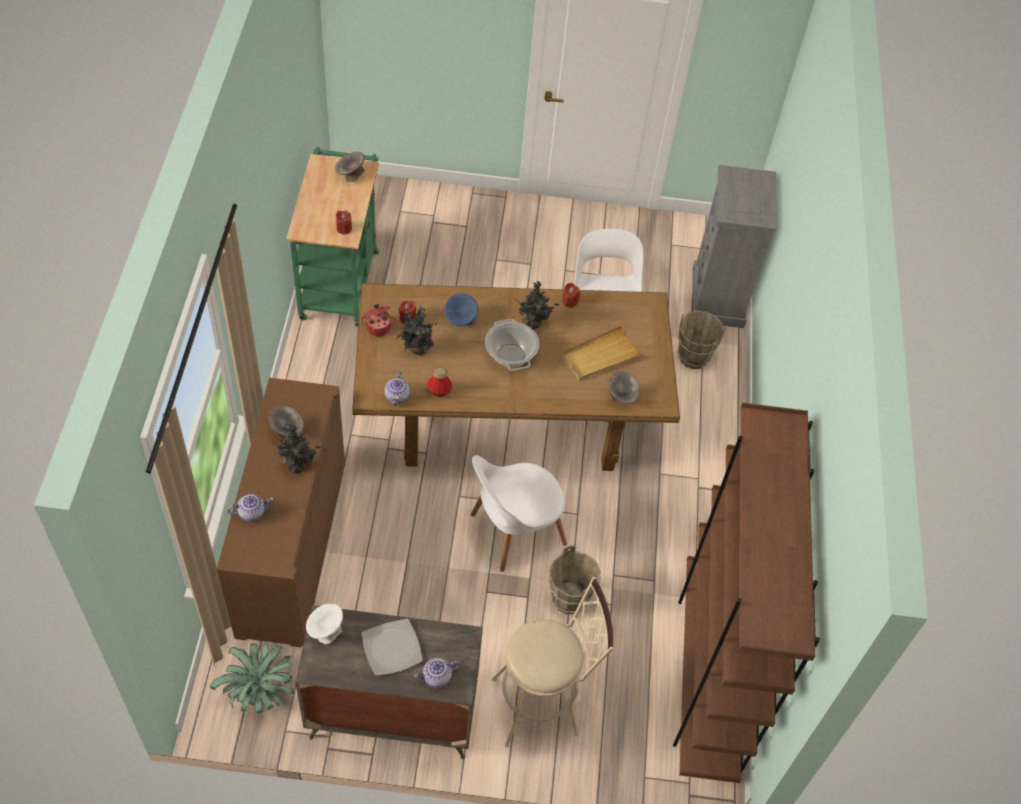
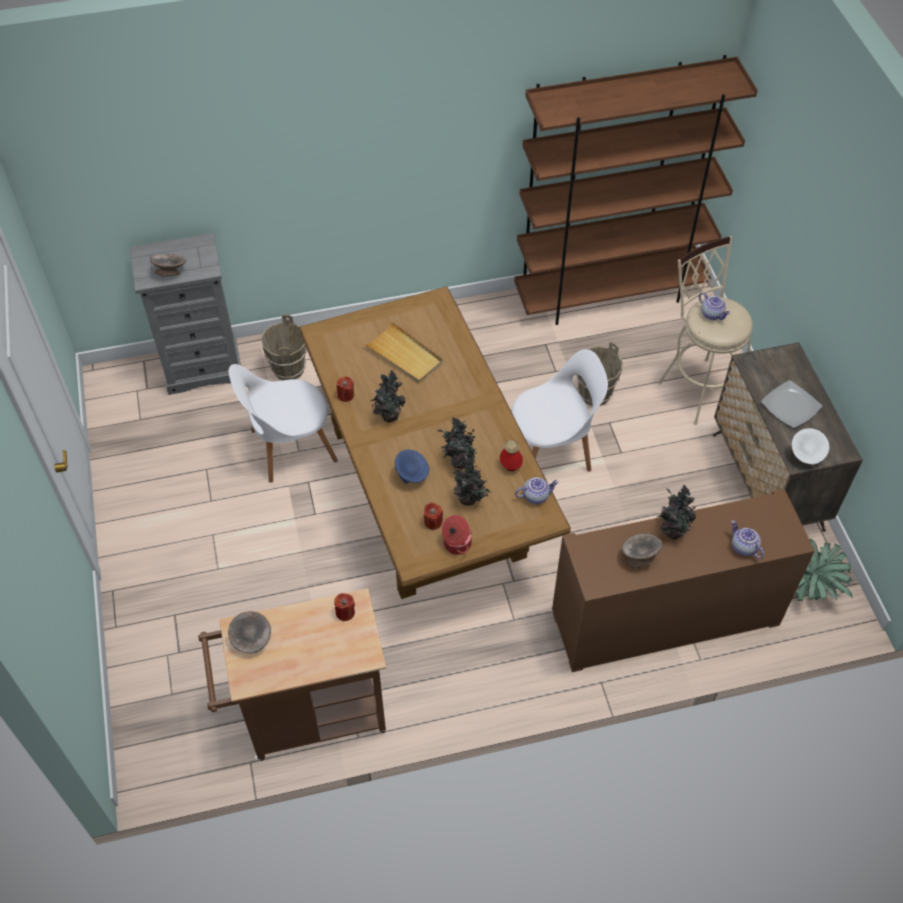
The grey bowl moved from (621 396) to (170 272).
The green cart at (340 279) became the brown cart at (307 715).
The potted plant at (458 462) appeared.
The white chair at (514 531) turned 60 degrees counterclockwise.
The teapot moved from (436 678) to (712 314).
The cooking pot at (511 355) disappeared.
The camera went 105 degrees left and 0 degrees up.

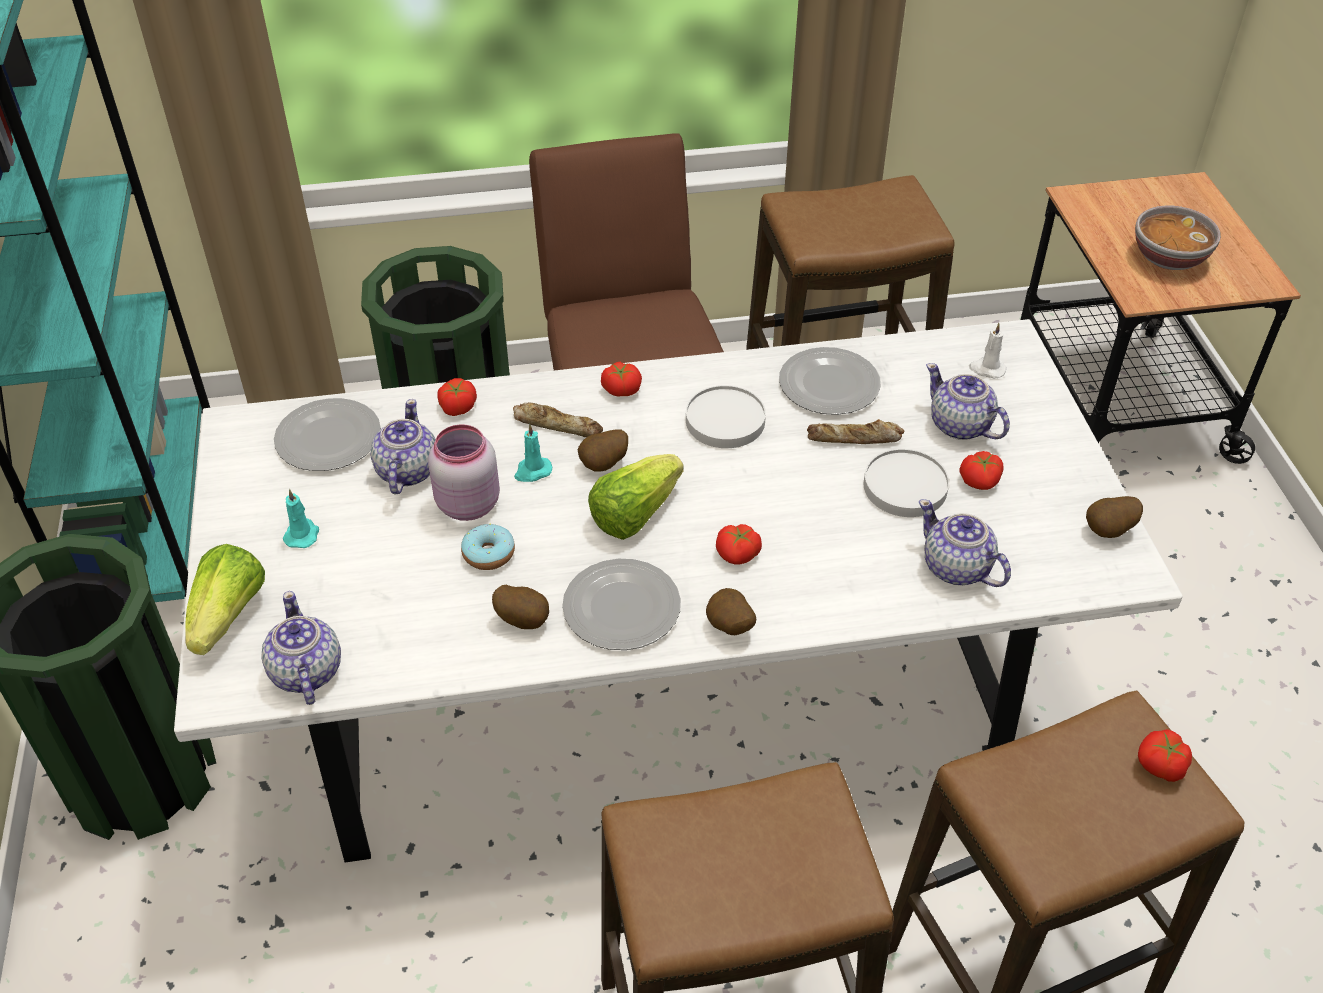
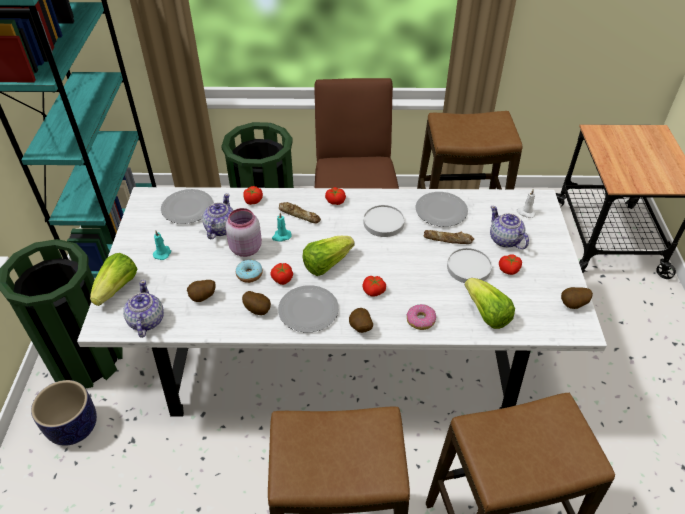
The planter at (74 427) appeared.
The potato moved from (604 465) to (203 298).
The tomato moved from (1160 765) to (282 279).
The donut at (420 320) appeared.
The teapot at (956 568) was replaced by the lettuce at (486 313).
The bowl at (1168 257) disappeared.
The camera went 10 degrees right and 0 degrees up.

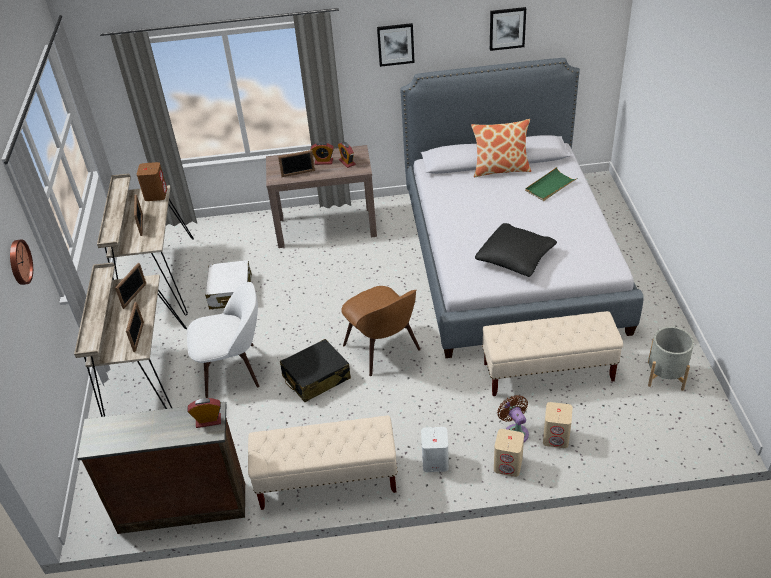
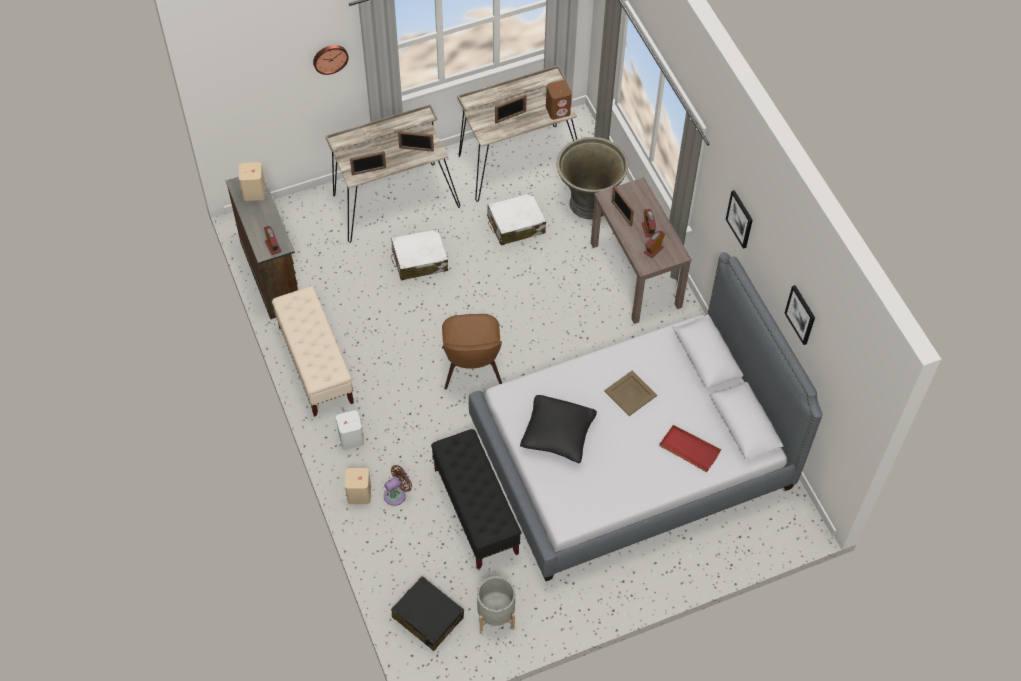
The beige speaker moved from (556 437) to (254 192).
The white chair at (233 369) was replaced by the white suitcase at (419 260).
The black suitcase moved from (316 378) to (428 617).
The beige bench at (548 372) became the black bench at (476 511).
The brown chair at (383 349) turned 45 degrees counterclockwise.
The grey planter at (589 203) appeared.
The beige tray at (630 393) appeared.
The green tray at (550 186) became the red tray at (689 449).
The pillow at (500 169) disappeared.
The camera went 70 degrees right and 15 degrees up.

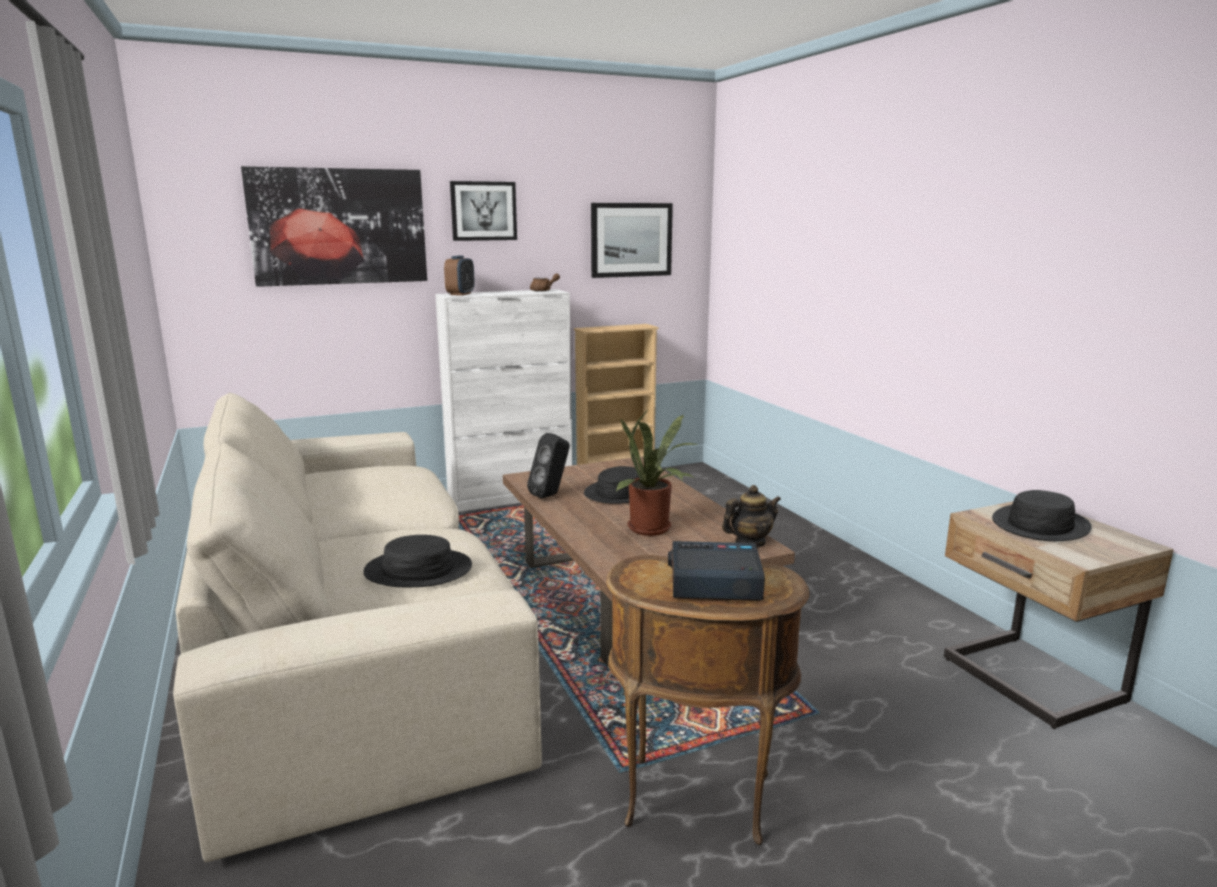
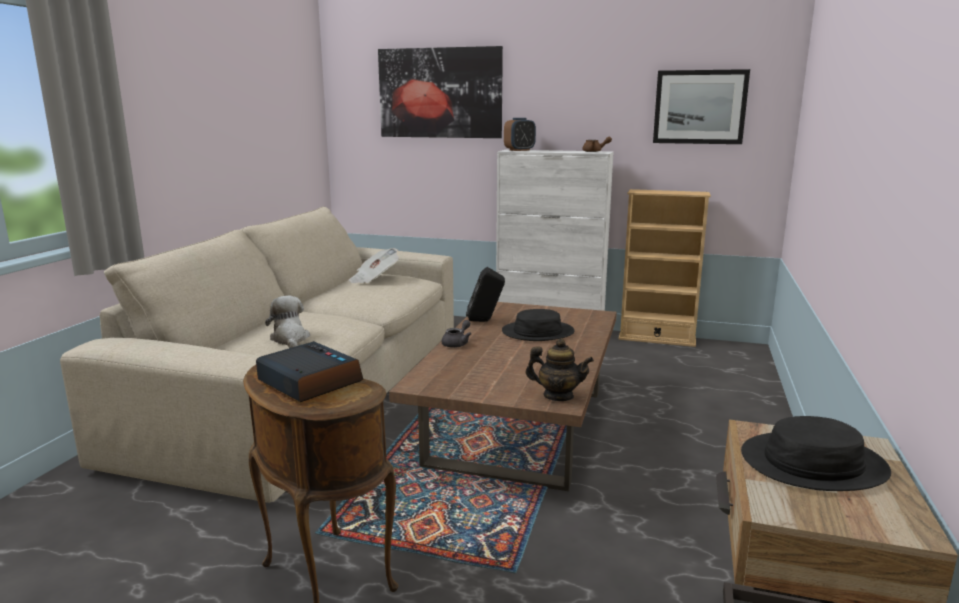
The black hat at (418 570) was replaced by the plush toy at (290 339).
The newspaper at (374 279) appeared.
The grey teapot at (457 343) appeared.
The picture at (483 211) disappeared.
The potted plant at (653 529) disappeared.
The camera went 40 degrees right and 0 degrees up.

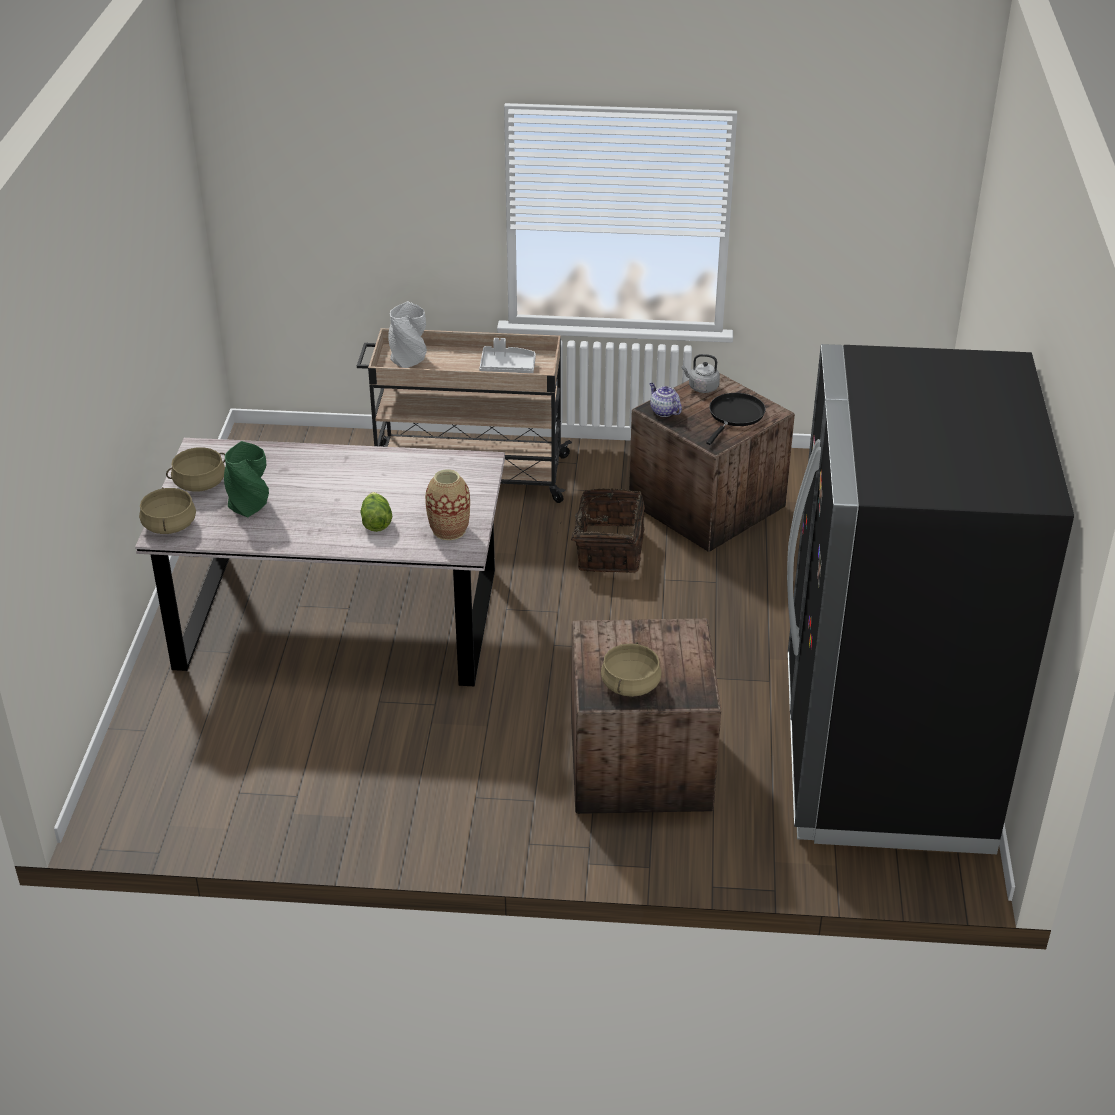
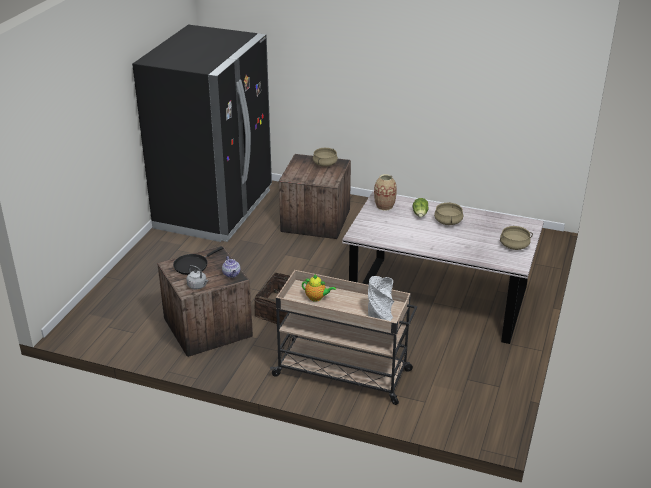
The grey tray at (507 368) was replaced by the teapot at (317 298).
The beige cooking pot moved from (169 525) to (448 221).
The green vase at (250 505) disappeared.
The camera went 165 degrees left and 5 degrees down.

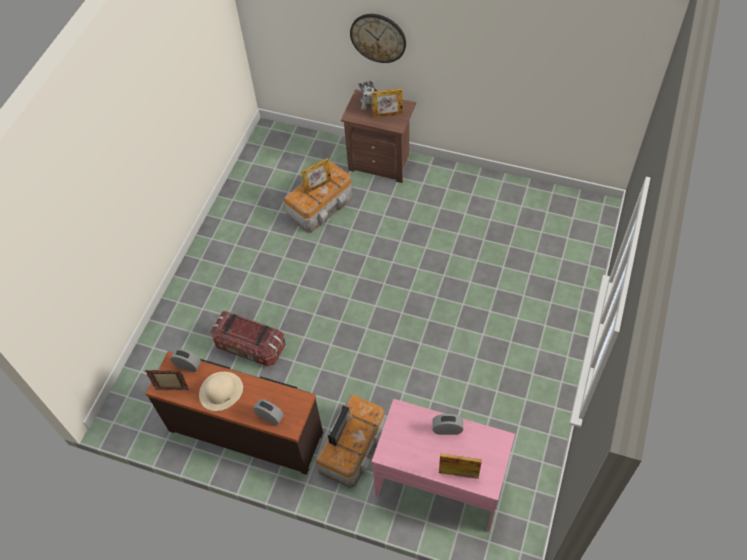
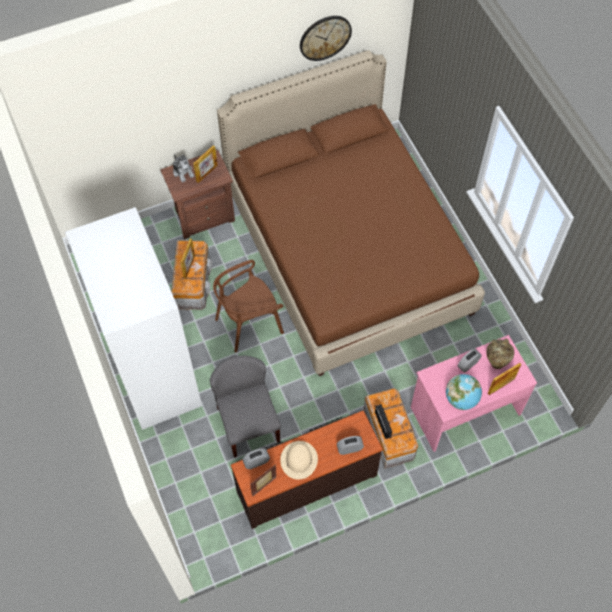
The white wardrobe at (153 372) appeared.
The storage box at (250 347) was replaced by the grey chair at (248 424).
The brown chair at (249 323) appeared.
The brown bed at (347 251) appeared.
The wall clock moved from (378 37) to (325 37).
The globe at (461 399) appeared.
The beige vase at (496 361) appeared.
The camera went 45 degrees left and 5 degrees up.

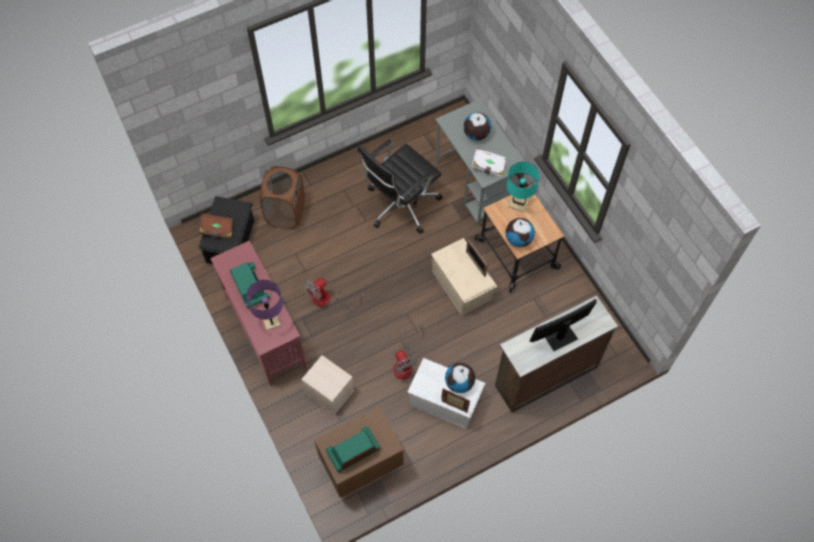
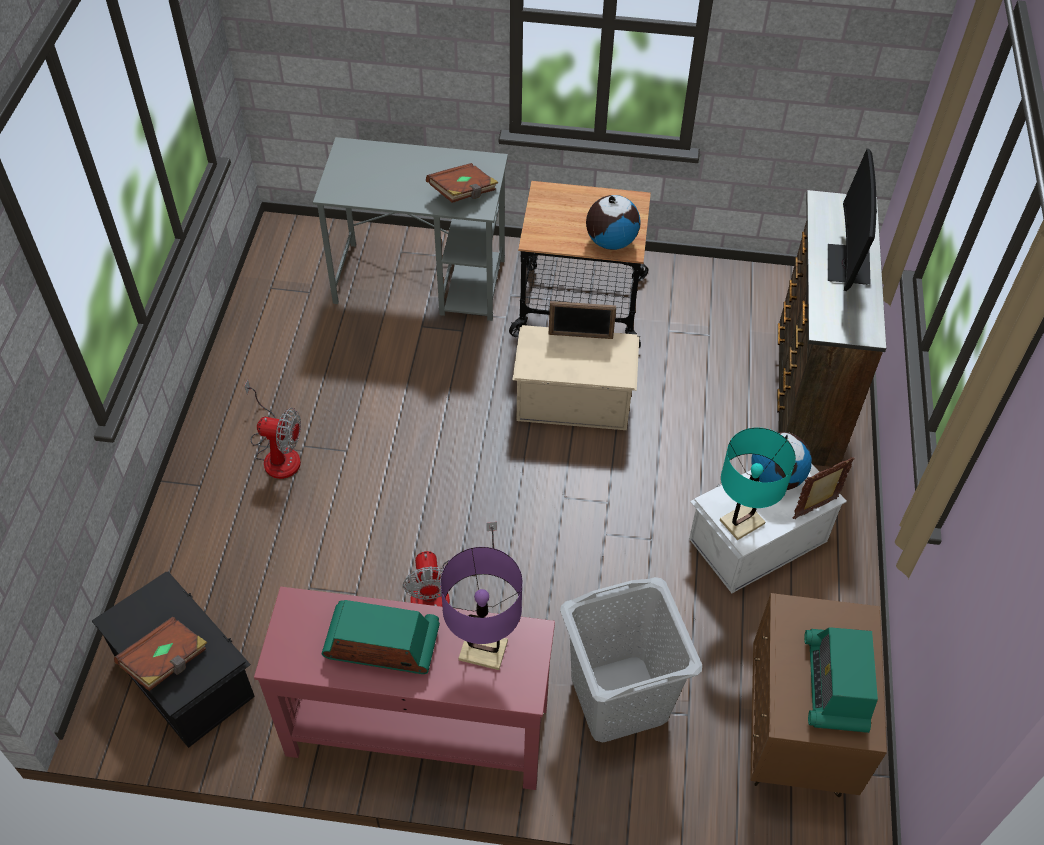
The fan moved from (406 364) to (277 453).
The white book at (488 166) became the brown book at (463 193).
The beige storage box at (328 391) was replaced by the grey laundry basket at (619 699).
The turquoise table lamp moved from (518 204) to (742 522).
The brown laundry basket at (286 213) disappeared.
The black office chair at (400 205) disappeared.
The globe at (476 134) disappeared.
The camera went 55 degrees left and 10 degrees down.

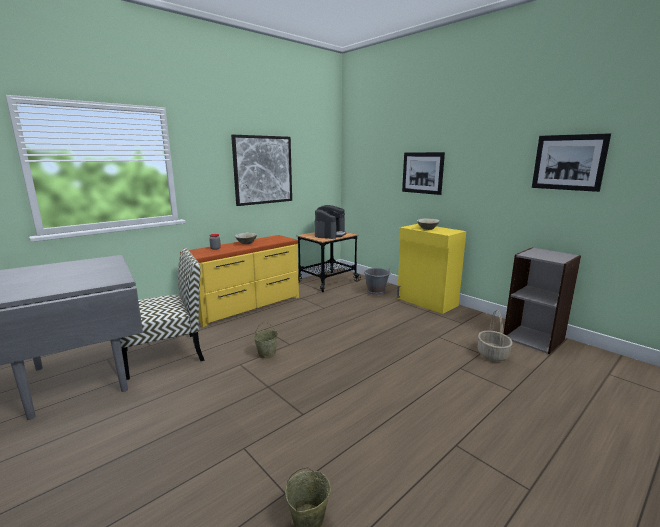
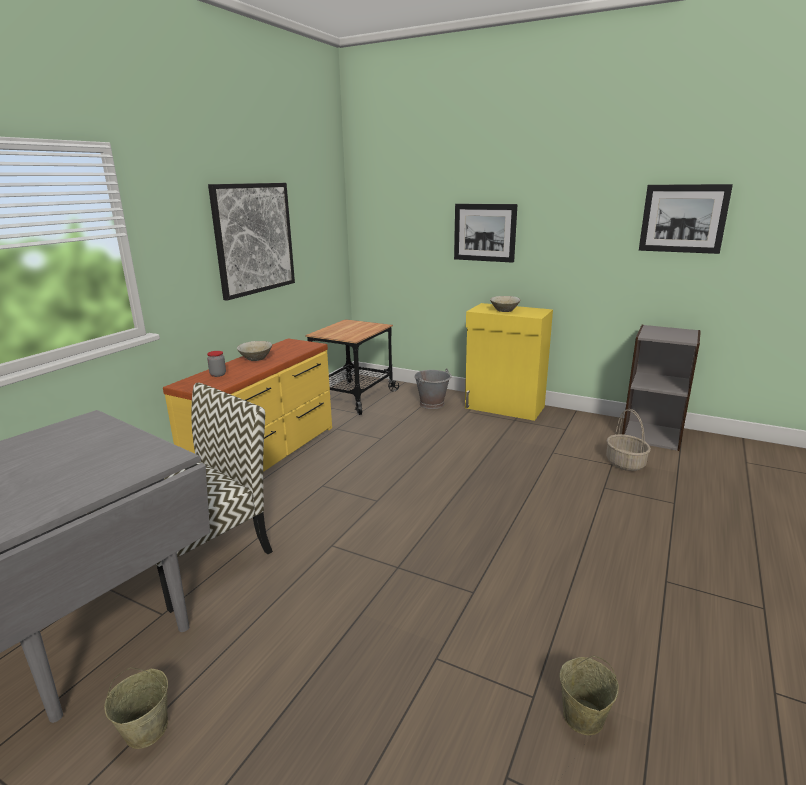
The beige bucket moved from (267 354) to (147 729).
The coffee machine at (330 234) disappeared.
The camera went 20 degrees left and 5 degrees up.

